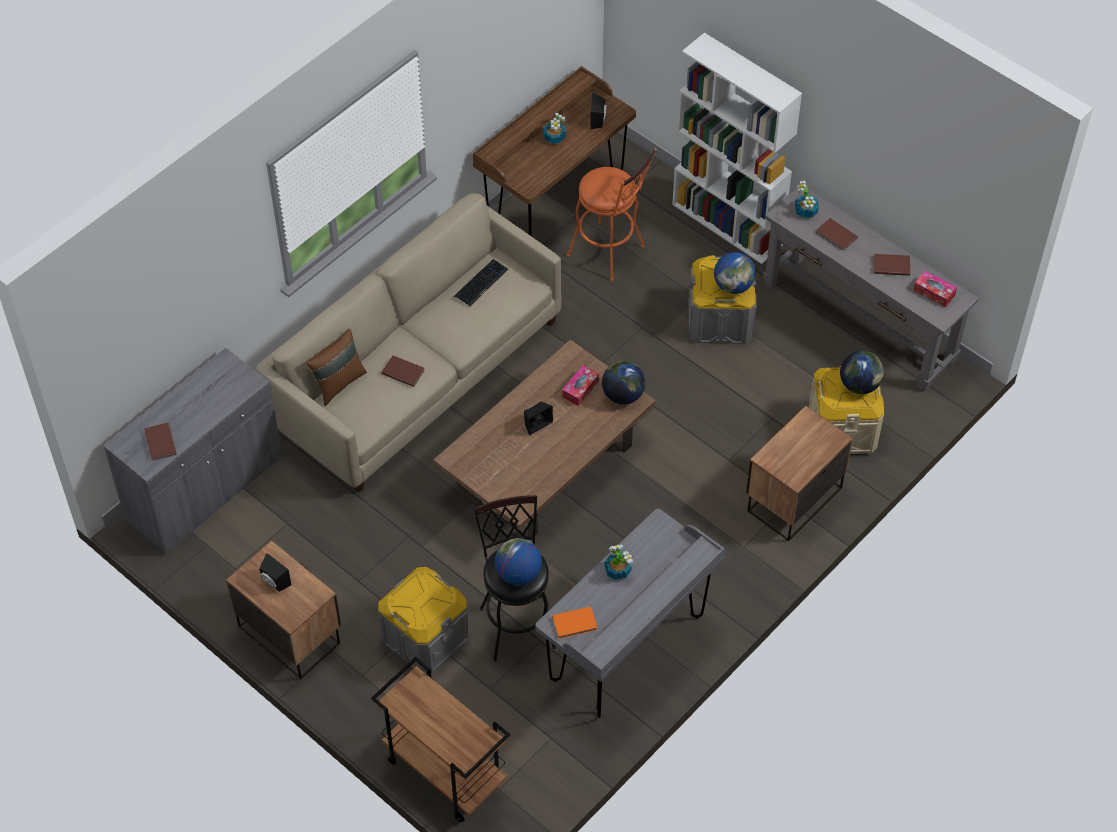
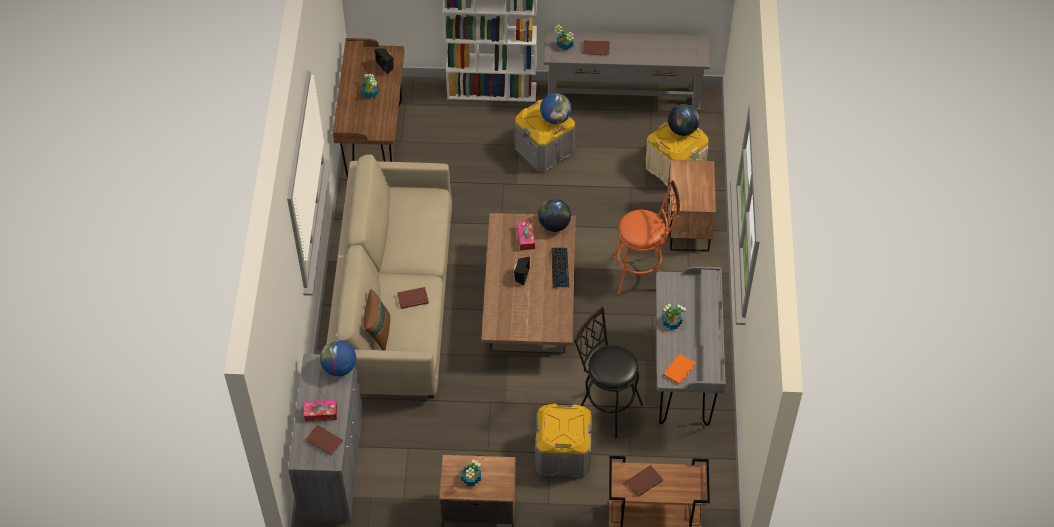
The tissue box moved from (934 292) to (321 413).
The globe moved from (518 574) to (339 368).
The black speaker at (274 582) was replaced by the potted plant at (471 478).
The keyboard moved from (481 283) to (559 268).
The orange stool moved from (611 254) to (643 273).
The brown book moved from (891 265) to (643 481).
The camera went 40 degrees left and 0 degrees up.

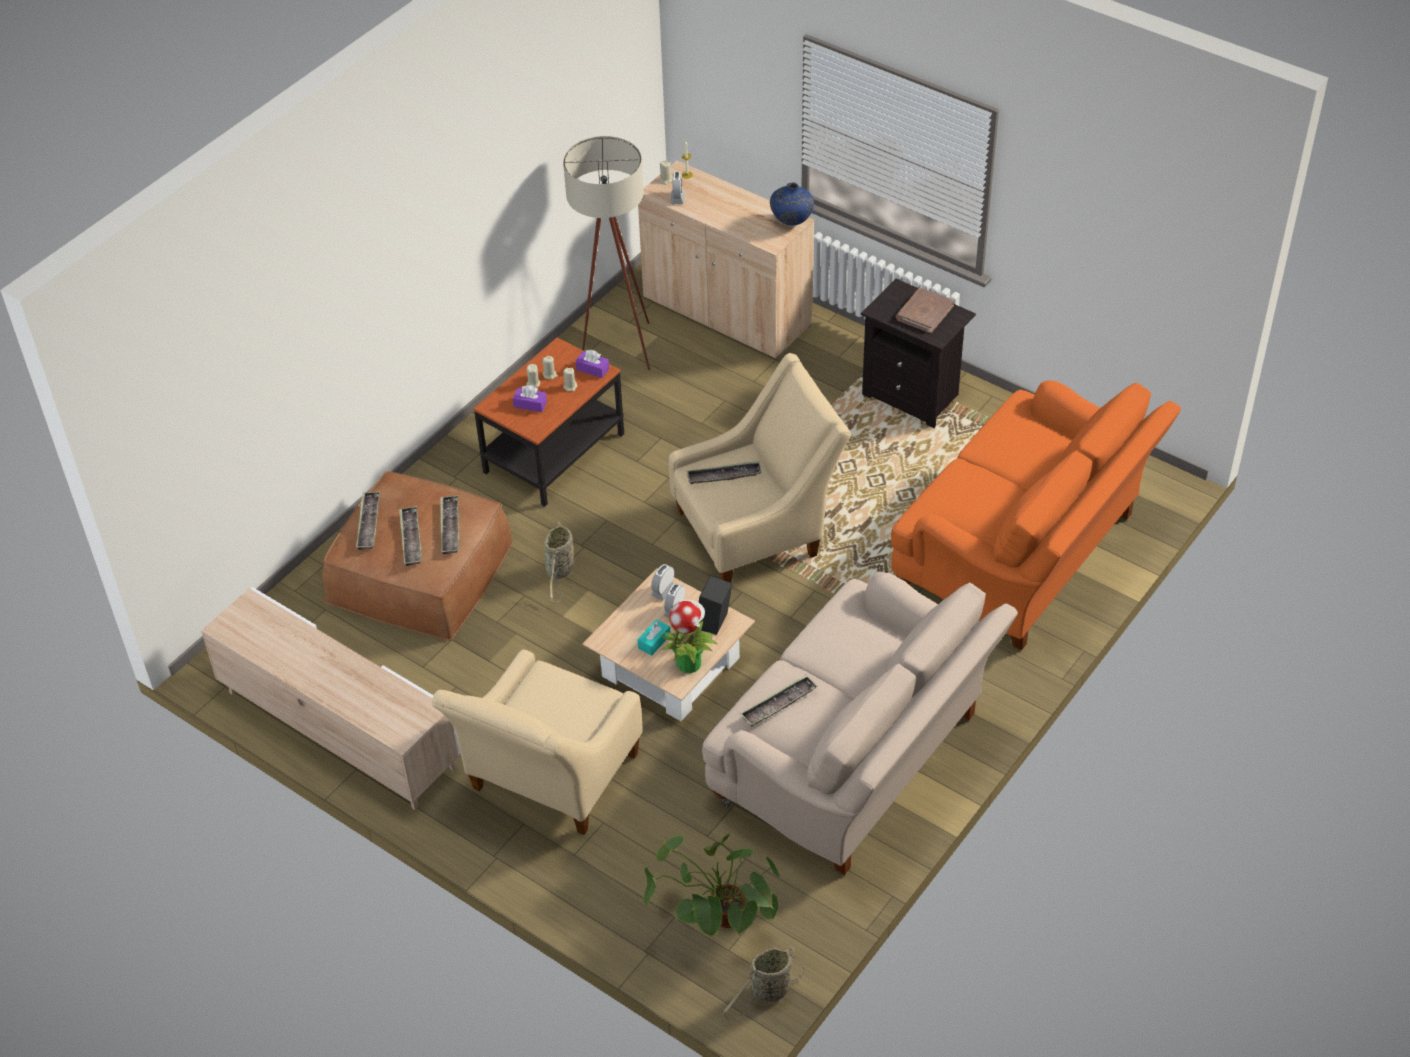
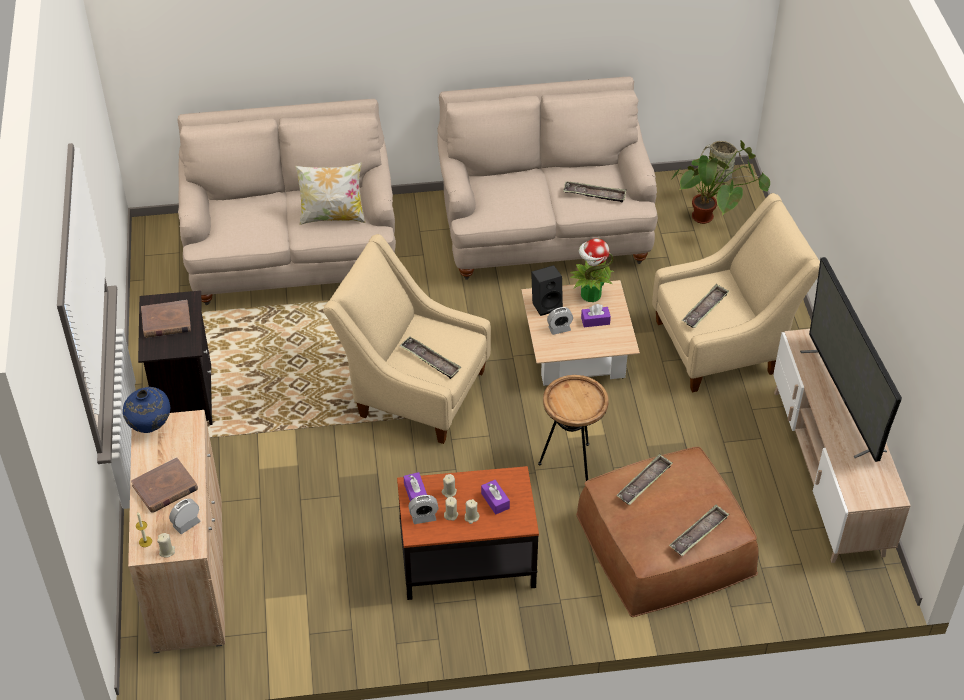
The brown book at (165 488) appeared.
The orange sofa at (1024 556) became the beige sofa at (293 255).
The pillow at (332 216) appeared.
The alarm clock moved from (663 591) to (423 517).
The basket at (559 572) was replaced by the brown side table at (571 465).
The turquoise tissue box at (654 641) became the purple tissue box at (595 321).
The tray moved from (411 539) to (705 309).
The television at (842 399) appeared.
The beige floor lamp at (617 348) disappeared.
The camera went 135 degrees left and 0 degrees up.

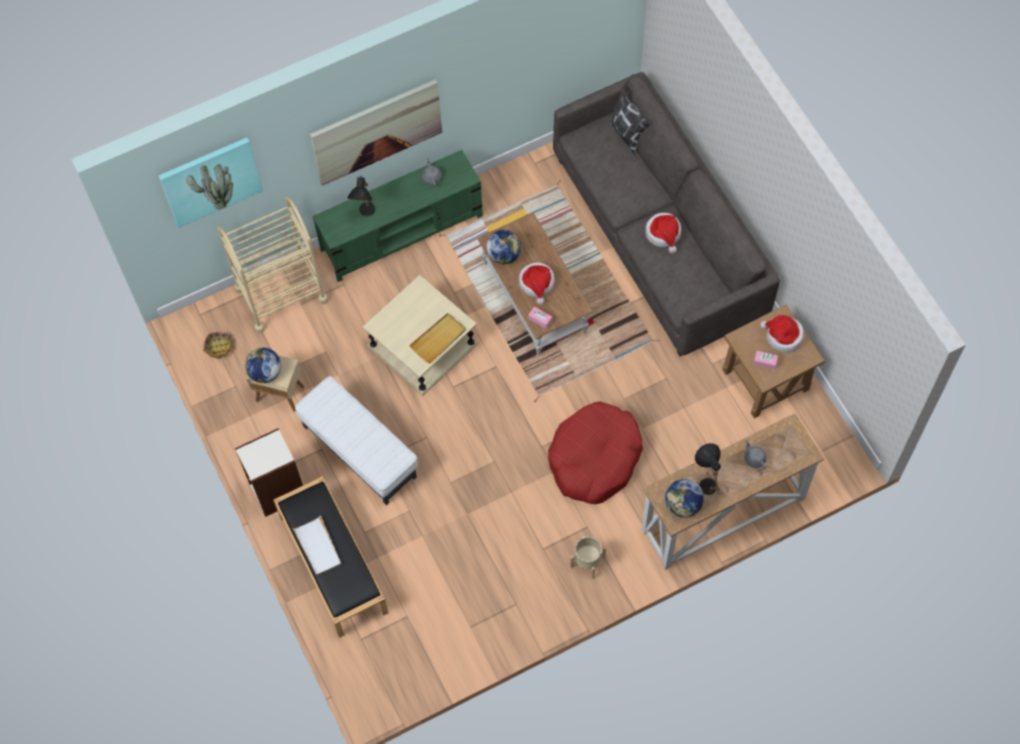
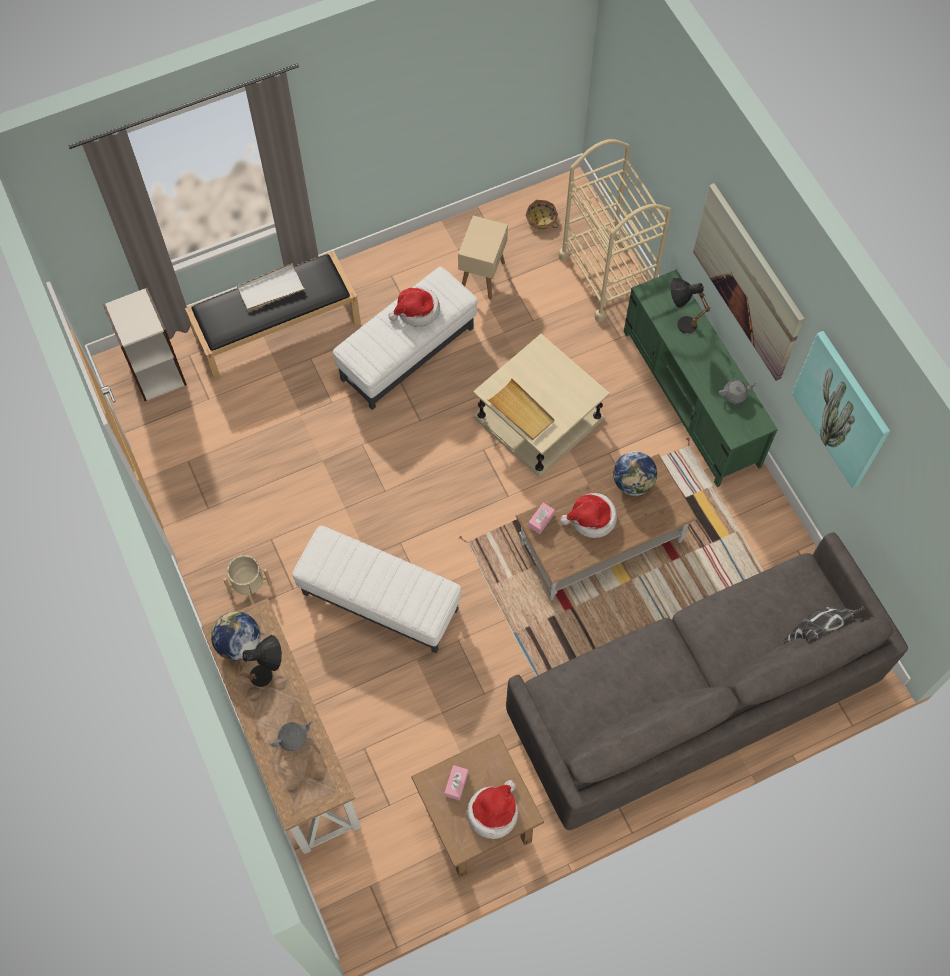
The bookcase moved from (277 490) to (157 372).
The red dog bed at (594 458) was replaced by the white ottoman at (380 601).
The hat moved from (663 234) to (417 311).
The picture moved from (210 180) to (842 409).
The globe at (265 373) disappeared.
The camera went 90 degrees right and 0 degrees up.

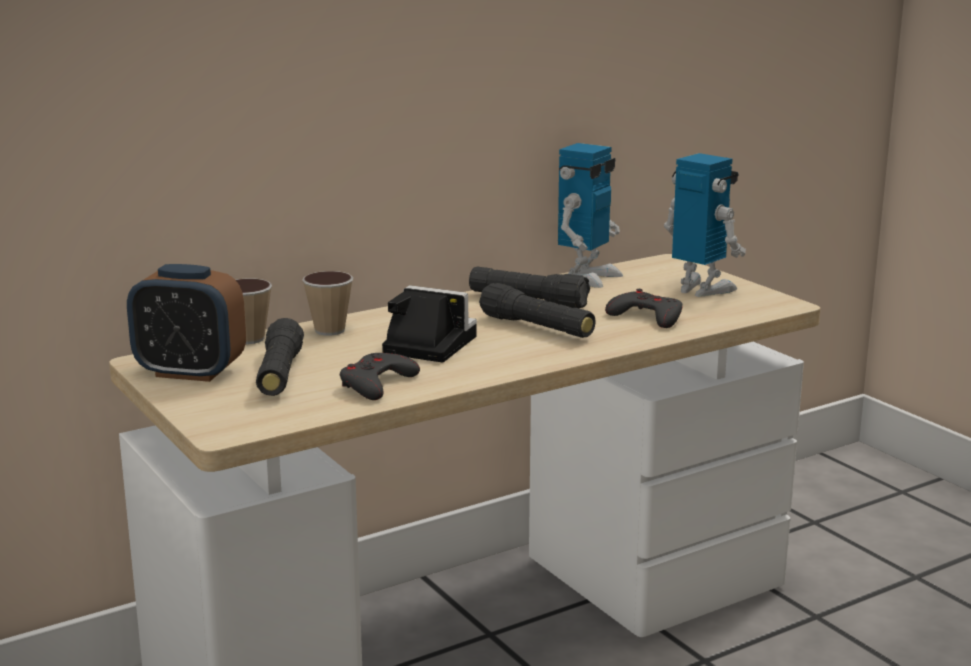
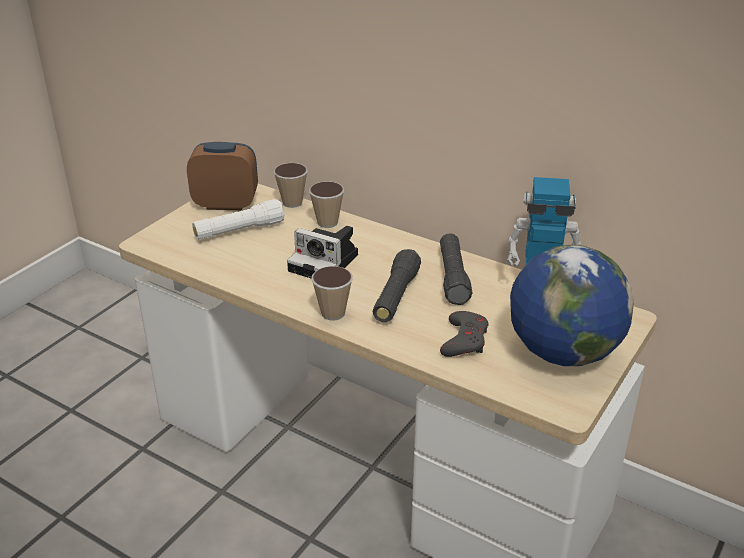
The alarm clock at (190 372) turned 105 degrees clockwise.
The black flashlight at (279 375) became the white flashlight at (239 231).
The photo camera at (426 345) turned 120 degrees clockwise.
The cup at (333 313) appeared.
The toy robot at (701 290) was replaced by the globe at (563 353).
The grey game controller at (377 384) disappeared.
The camera went 65 degrees right and 15 degrees up.

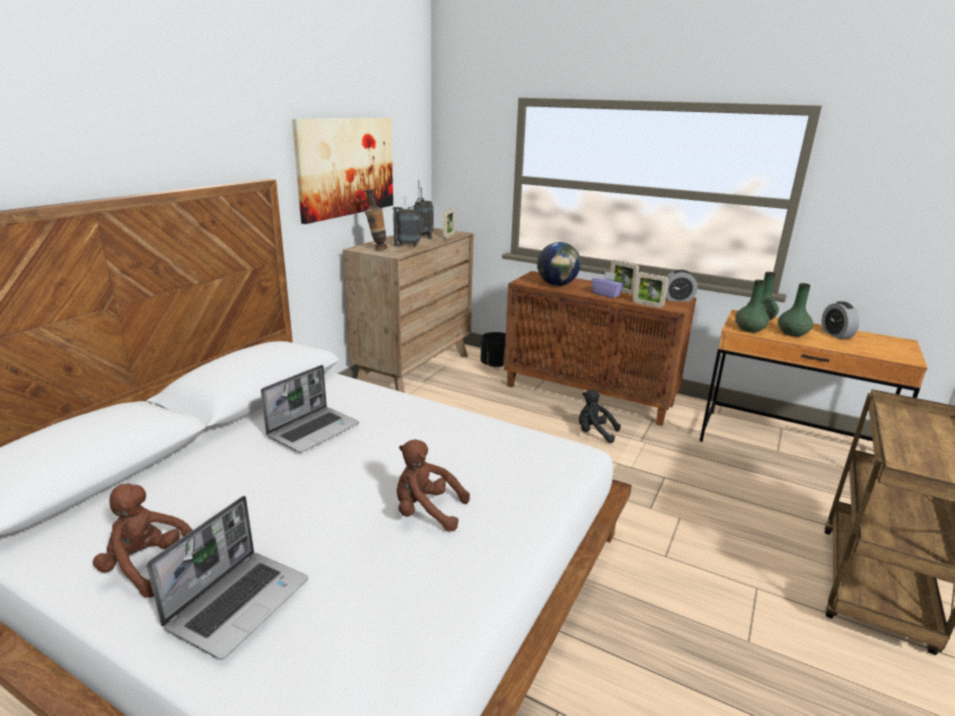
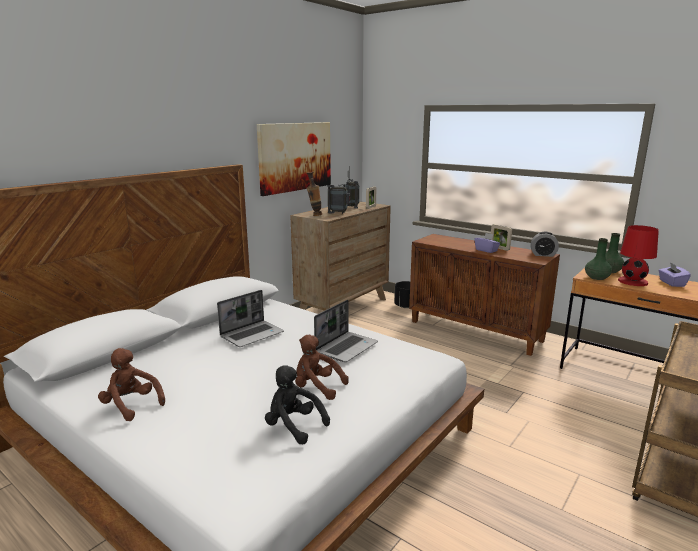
The black plush toy moved from (594 433) to (293 426).
The laptop moved from (239 602) to (346 347).
The green vase at (792 333) was replaced by the red table lamp at (633 281).
The alarm clock at (836 334) was replaced by the purple tissue box at (671 283).
The globe at (557 285) disappeared.
The picture frame at (648 305) disappeared.
The camera went 10 degrees right and 5 degrees down.

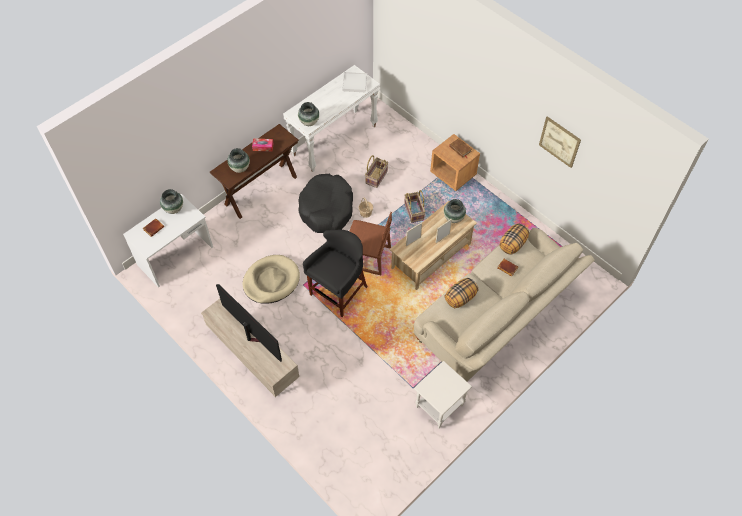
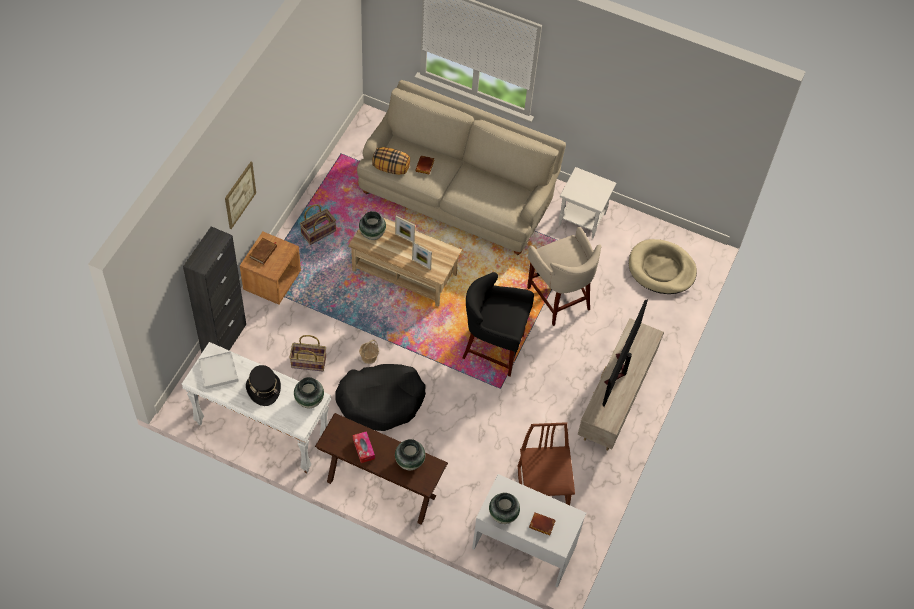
The black cabinet at (224 339) appeared.
The picture moved from (559 142) to (240 195).
The black hat at (263 389) appeared.
The basket moved from (414 212) to (318 232).
The brown chair moved from (367 257) to (543 488).
The beige stool at (559 297) appeared.
The beige dog bed moved from (271 281) to (661 269).
The pillow at (460 298) disappeared.
The camera went 115 degrees left and 0 degrees up.

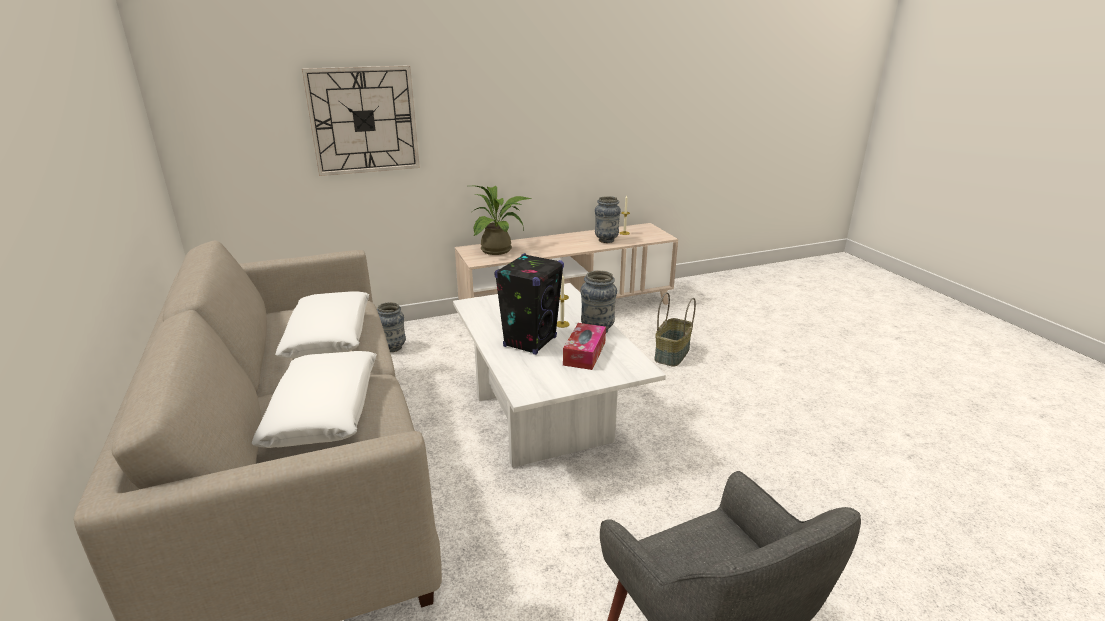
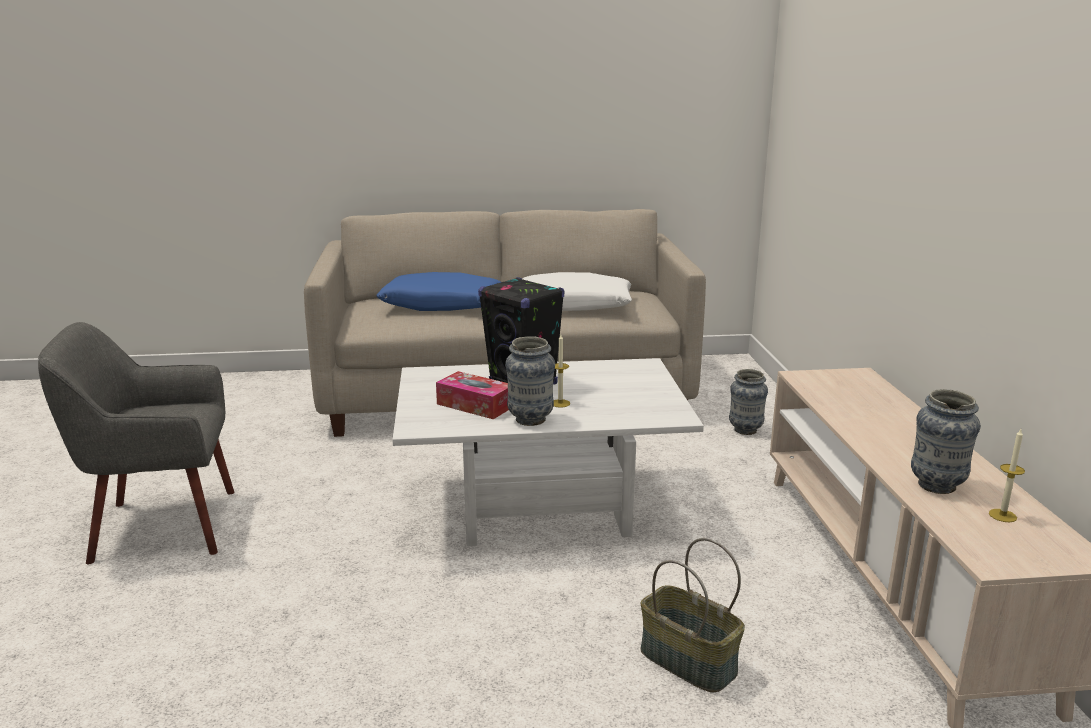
The white pillow at (324 410) became the blue pillow at (442 305).
The wall clock at (363 120) disappeared.
The potted plant at (500 250) disappeared.
The camera went 105 degrees right and 5 degrees down.

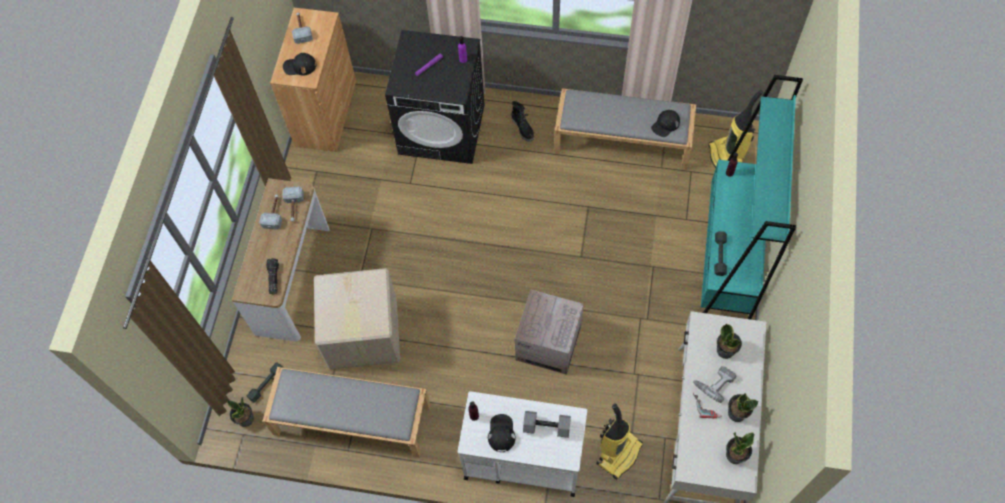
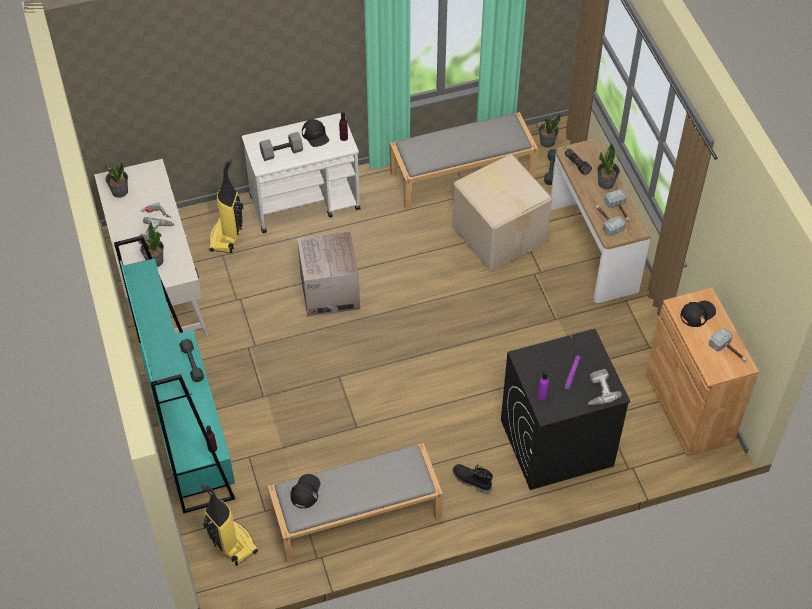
The power drill at (598 391) appeared.
The potted plant moved from (736 413) to (606 183).
The camera went 150 degrees right and 10 degrees down.

